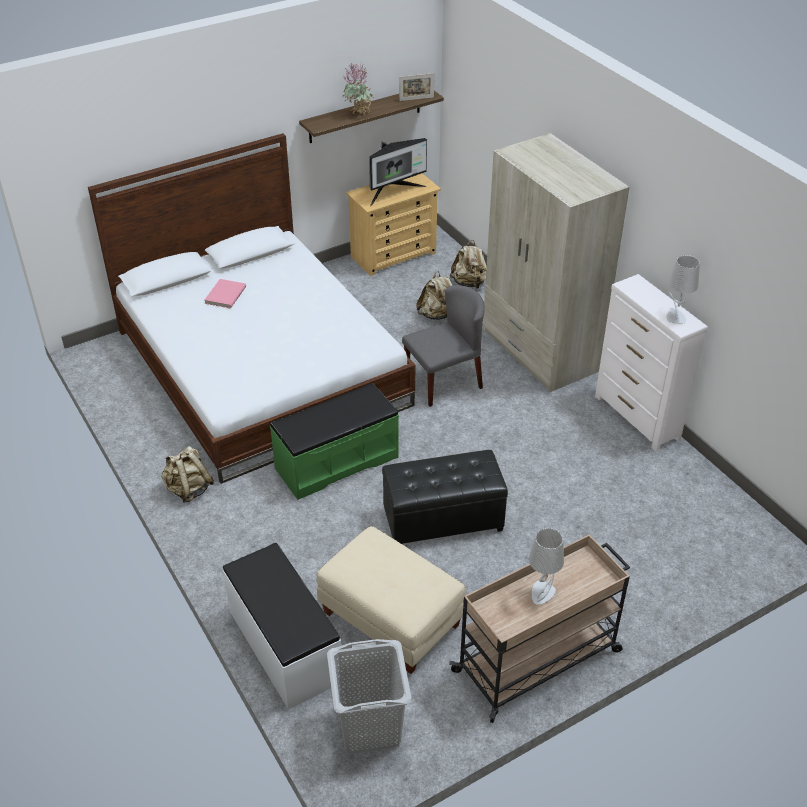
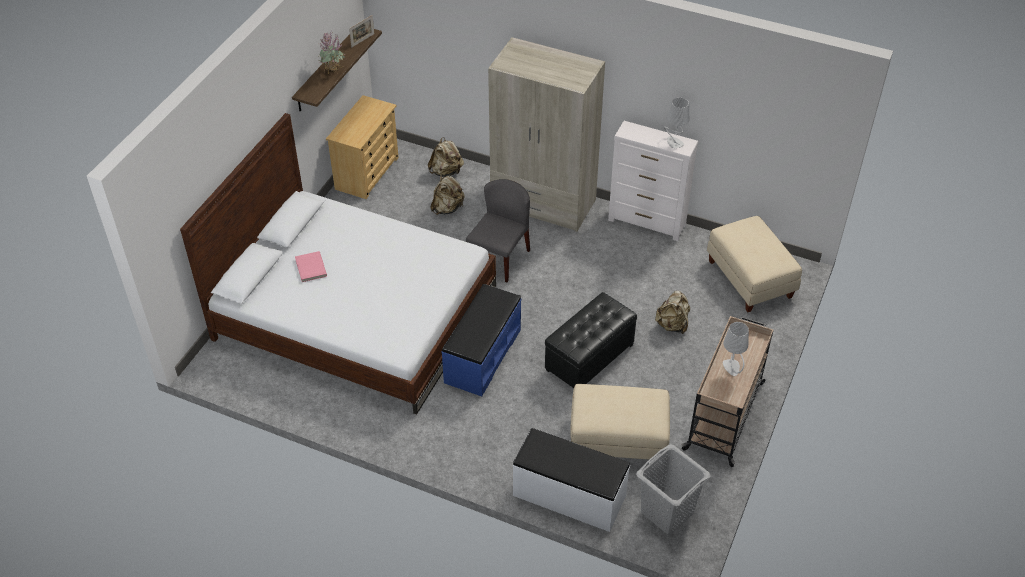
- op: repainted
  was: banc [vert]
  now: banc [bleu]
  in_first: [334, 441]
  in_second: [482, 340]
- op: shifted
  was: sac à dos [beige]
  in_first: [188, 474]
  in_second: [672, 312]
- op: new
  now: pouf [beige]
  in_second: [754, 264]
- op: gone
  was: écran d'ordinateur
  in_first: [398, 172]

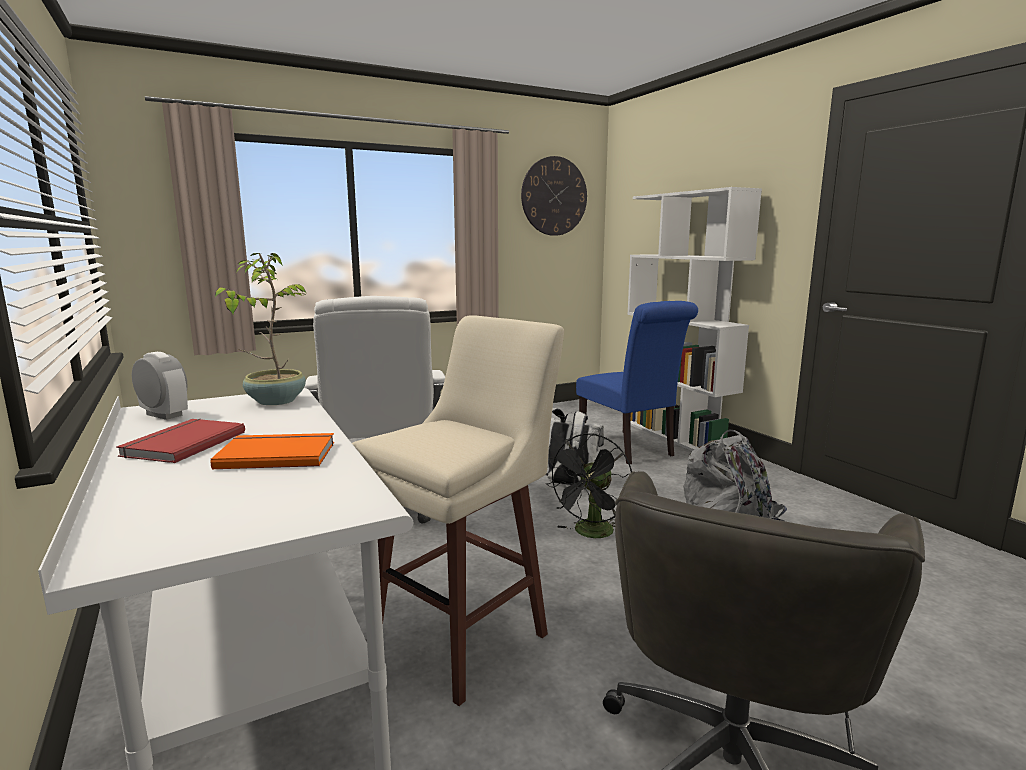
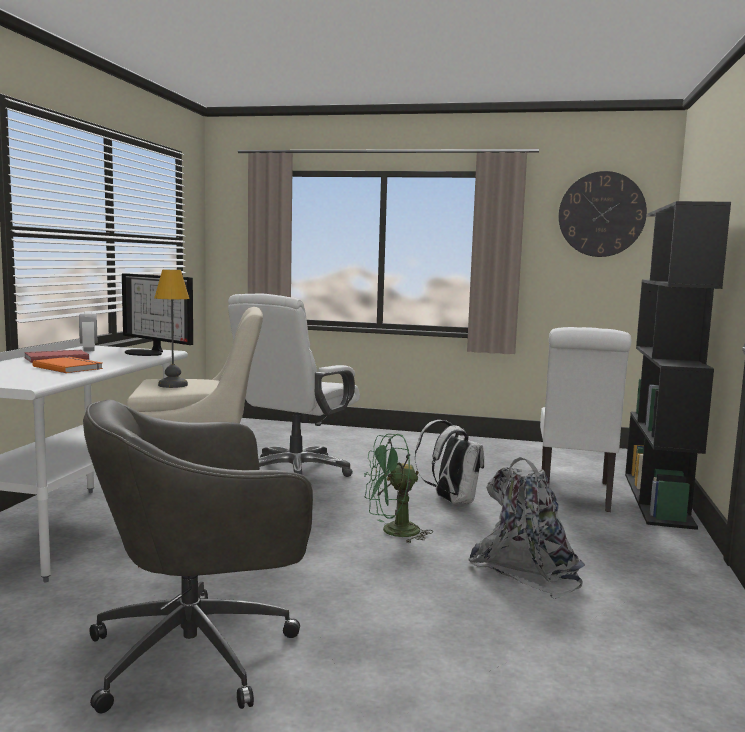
- op: swapped
  was: plante en pot
  now: écran d'ordinateur
  in_first: [260, 329]
  in_second: [157, 314]
- op: new
  now: lampe de table
  in_second: [171, 328]
- op: repainted
  was: ventilateur [noir]
  now: ventilateur [vert]
  in_first: [588, 485]
  in_second: [398, 489]
- op: repainted
  was: chaise [bleu]
  now: chaise [blanc]
  in_first: [637, 383]
  in_second: [586, 419]
- op: repainted
  was: bibliothèque [blanc]
  now: bibliothèque [noir]
  in_first: [694, 319]
  in_second: [678, 365]

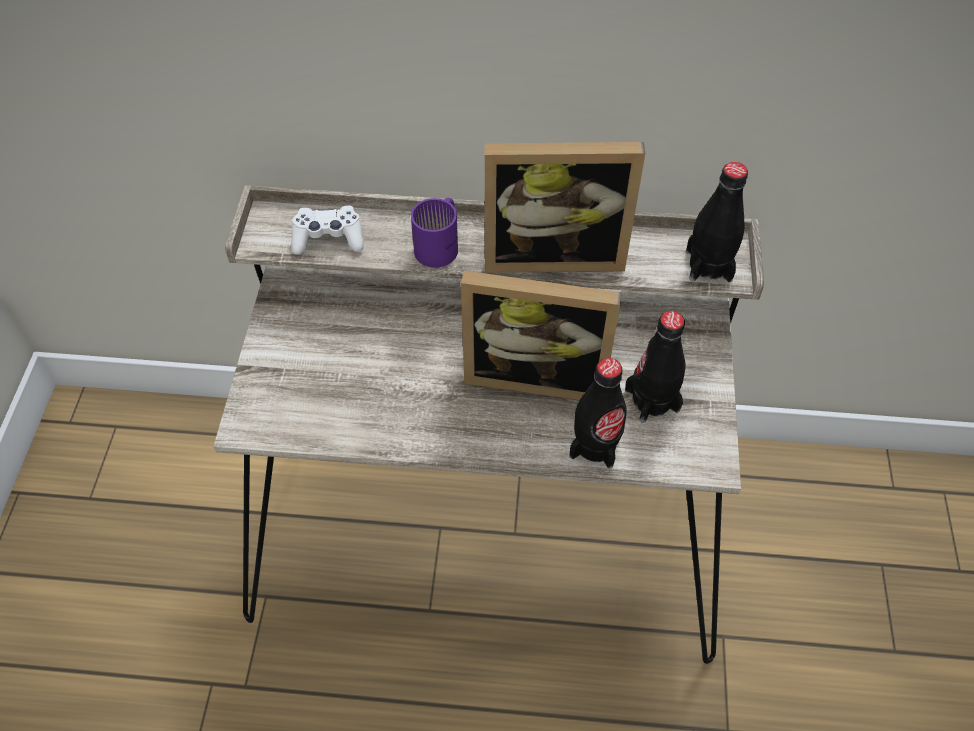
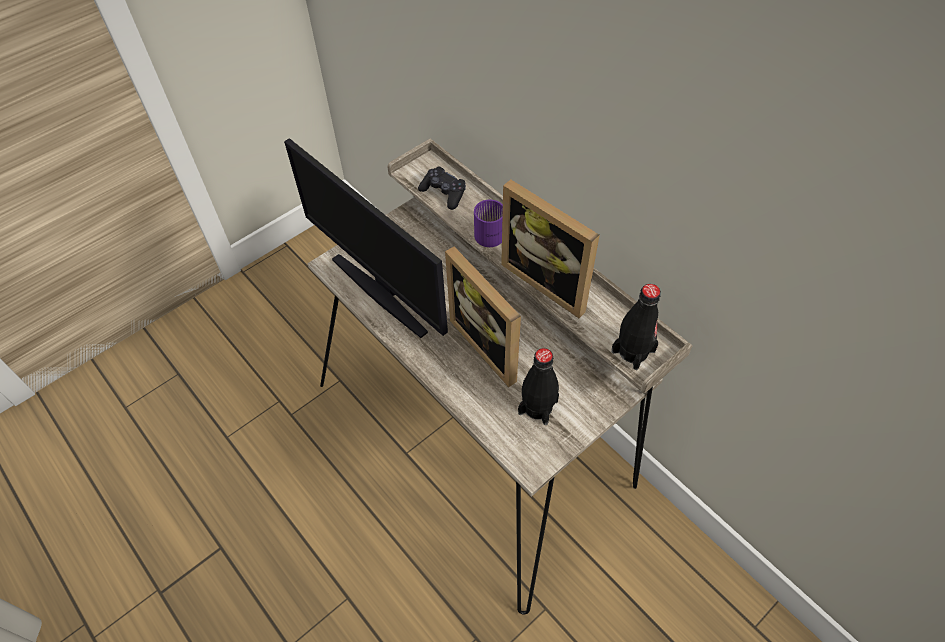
- op: new
  now: écran d'ordinateur
  in_second: [366, 238]
- op: repainted
  was: manette [blanc]
  now: manette [noir]
  in_first: [327, 230]
  in_second: [442, 188]
- op: gone
  was: bouteille [noir]
  in_first: [598, 413]

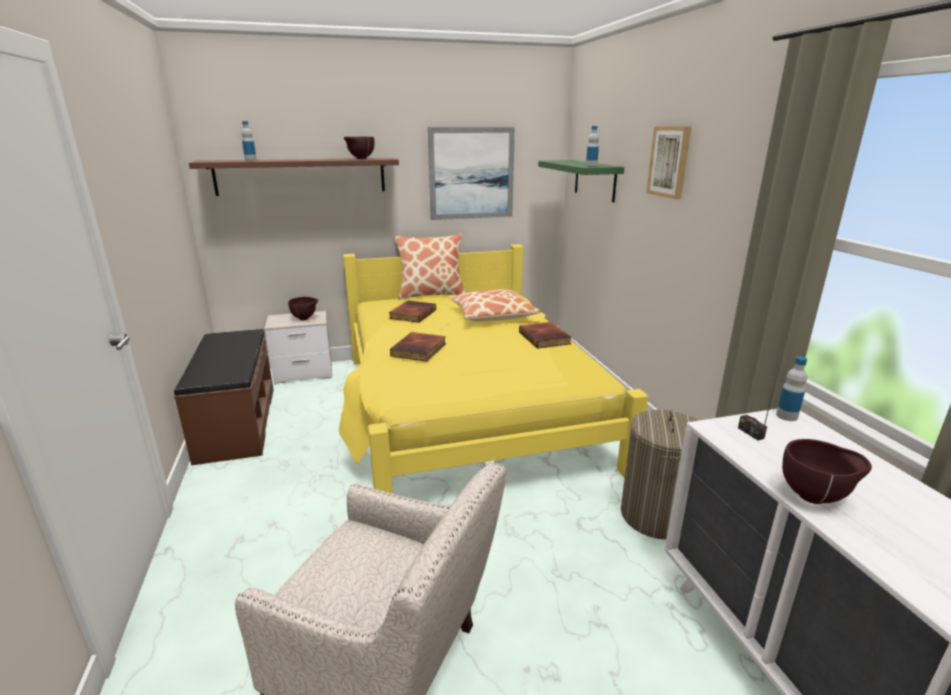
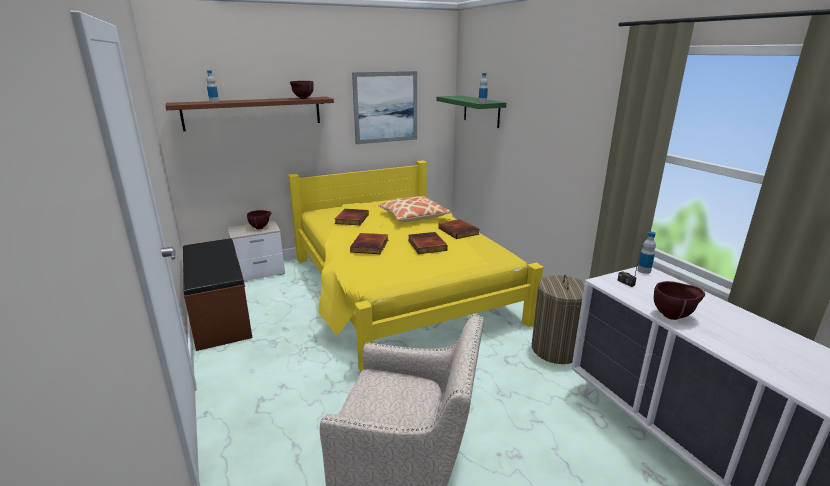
- op: new
  now: livre
  in_second: [427, 243]
- op: gone
  was: coussin
  in_first: [430, 266]
- op: gone
  was: tableau
  in_first: [668, 162]

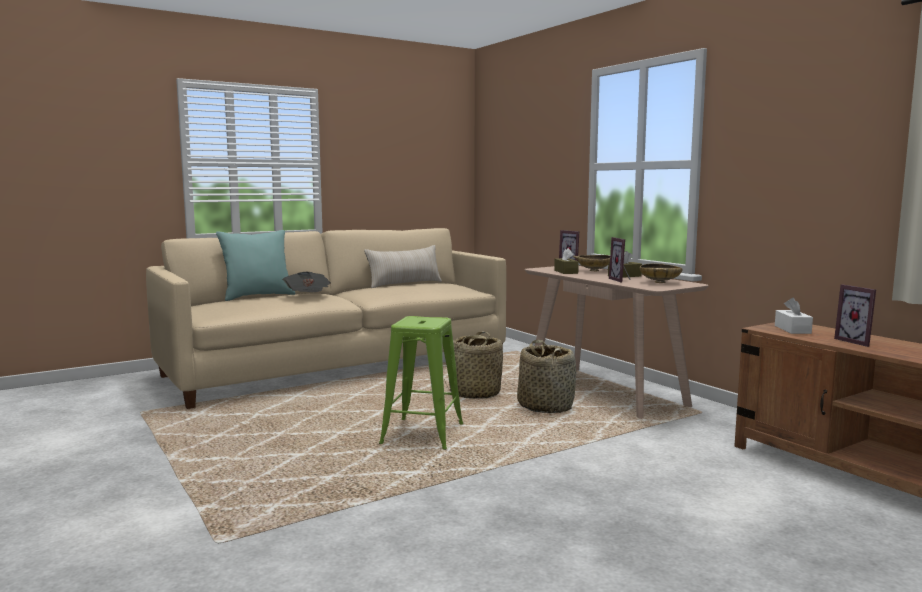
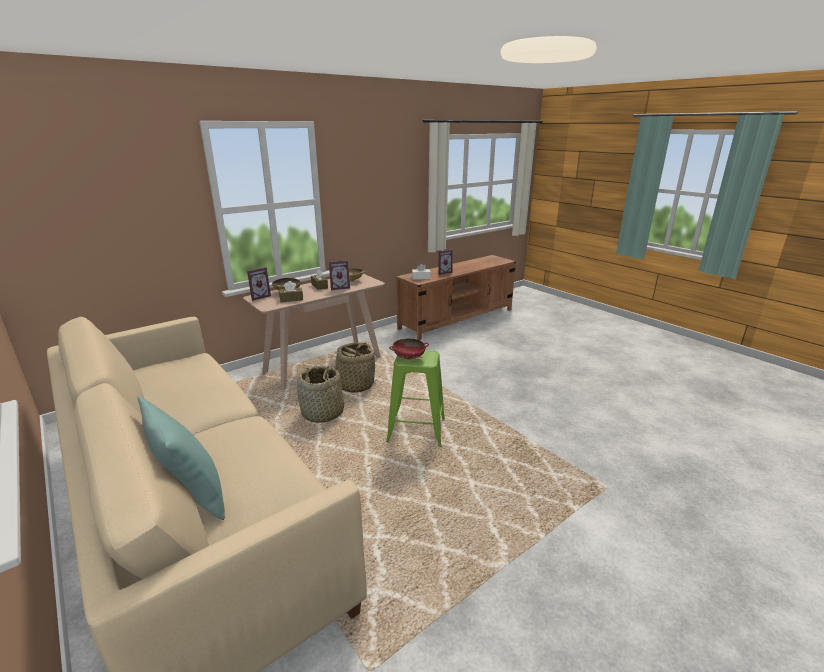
- op: new
  now: bol [rouge]
  in_second: [409, 348]
- op: gone
  was: journal
  in_first: [306, 282]
- op: gone
  was: coussin [beige]
  in_first: [403, 266]

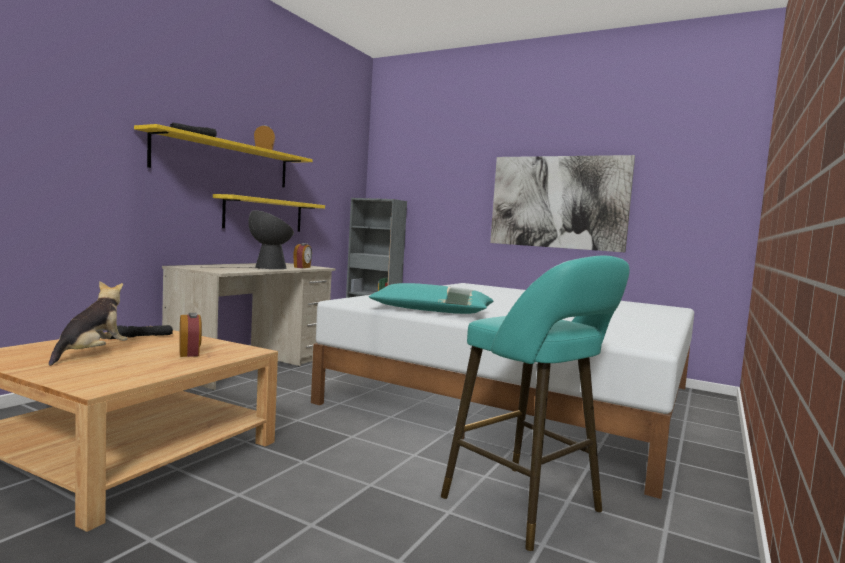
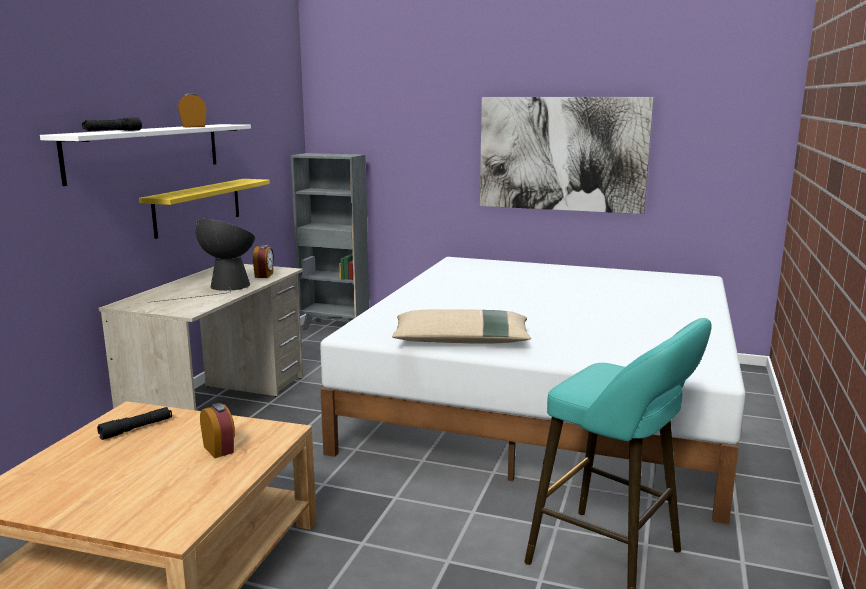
- op: repainted
  was: étagère [jaune]
  now: étagère [blanc]
  in_first: [223, 155]
  in_second: [145, 155]
- op: repainted
  was: coussin [turquoise]
  now: coussin [beige]
  in_first: [431, 298]
  in_second: [461, 326]
- op: gone
  was: peluche
  in_first: [88, 323]

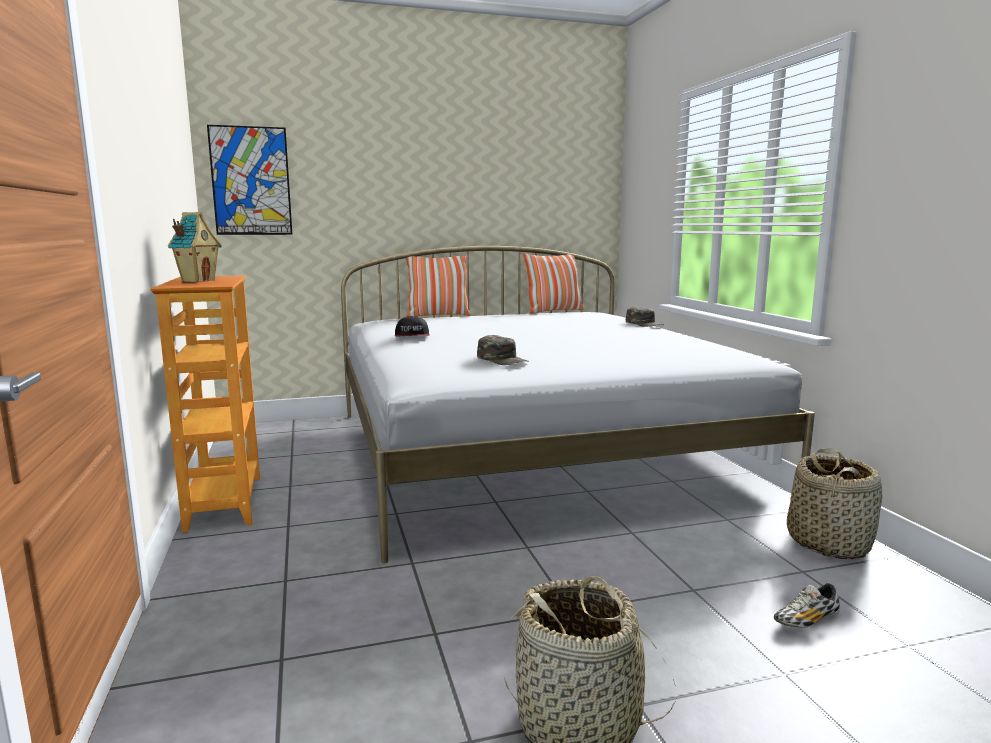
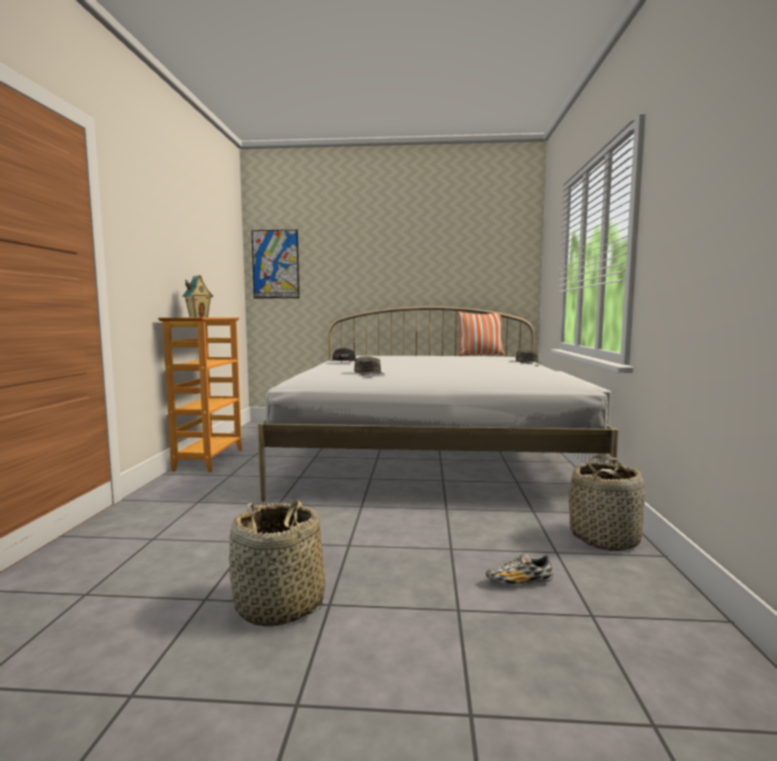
- op: gone
  was: coussin
  in_first: [438, 286]

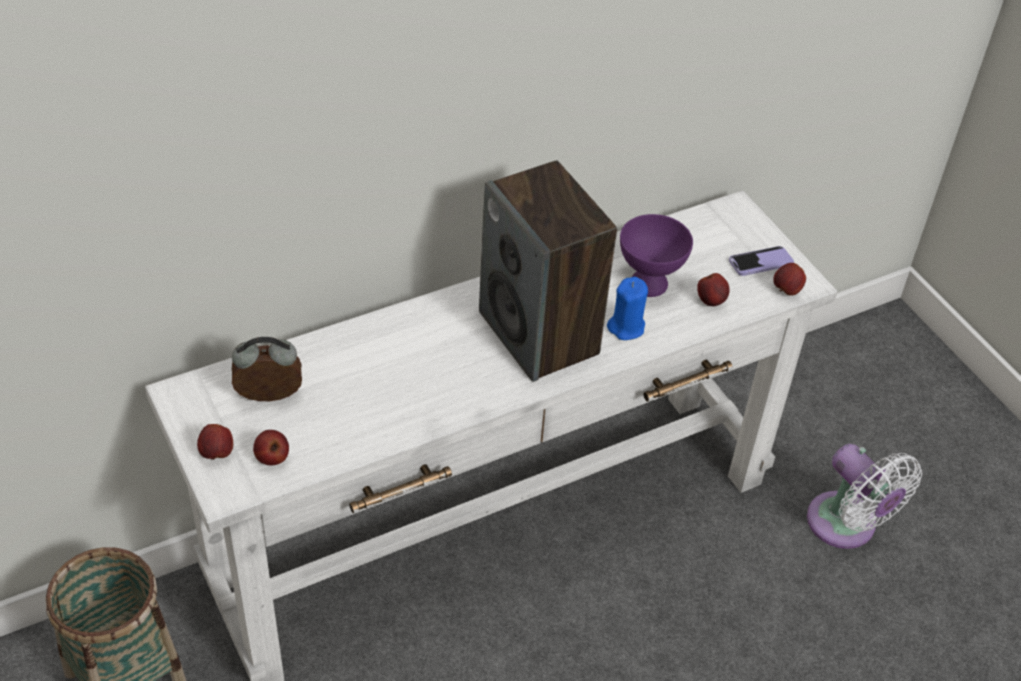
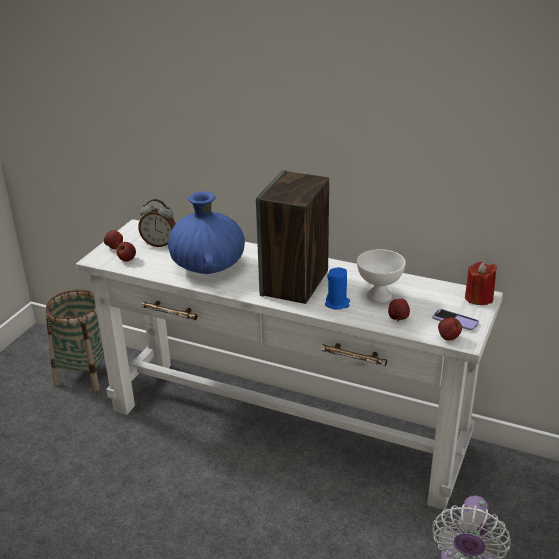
- op: rotated
  was: réveil
  in_first: [267, 369]
  in_second: [157, 223]
  clockwise: 150
- op: new
  now: vase [bleu]
  in_second: [206, 232]
- op: repainted
  was: bol [violet]
  now: bol [blanc]
  in_first: [656, 255]
  in_second: [381, 276]
- op: new
  now: bougie [rouge]
  in_second: [481, 283]

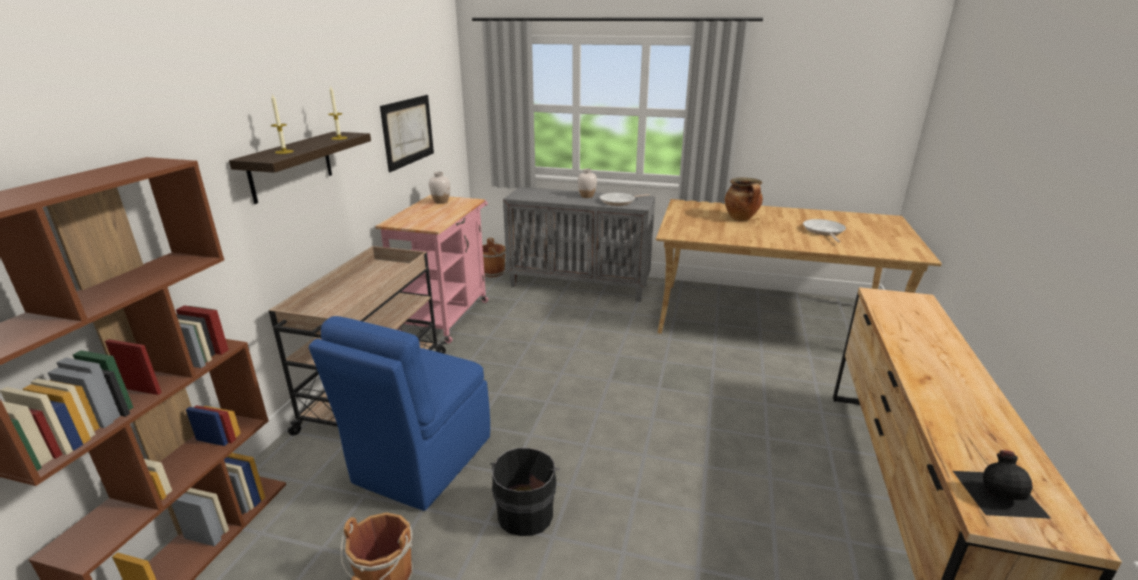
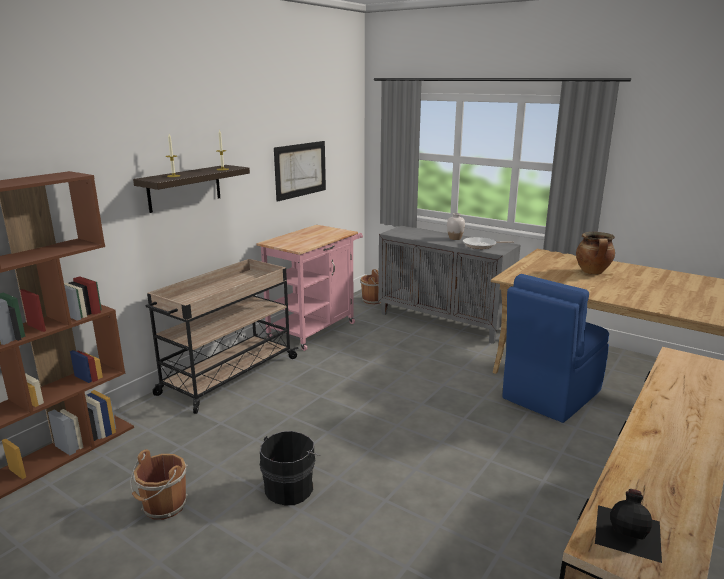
- op: shifted
  was: chaise [bleu]
  in_first: [399, 413]
  in_second: [555, 348]
- op: gone
  was: vase [blanc]
  in_first: [439, 188]
- op: gone
  was: poêle
  in_first: [824, 230]

